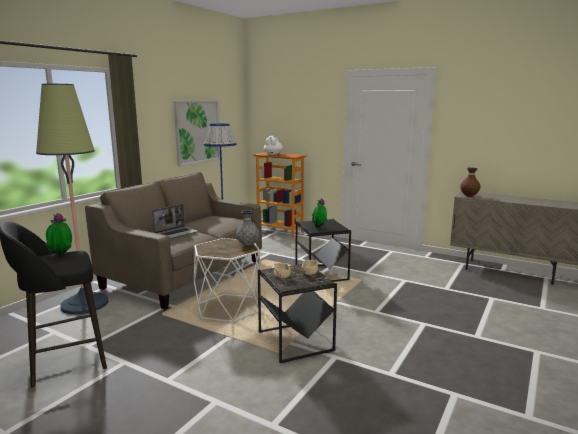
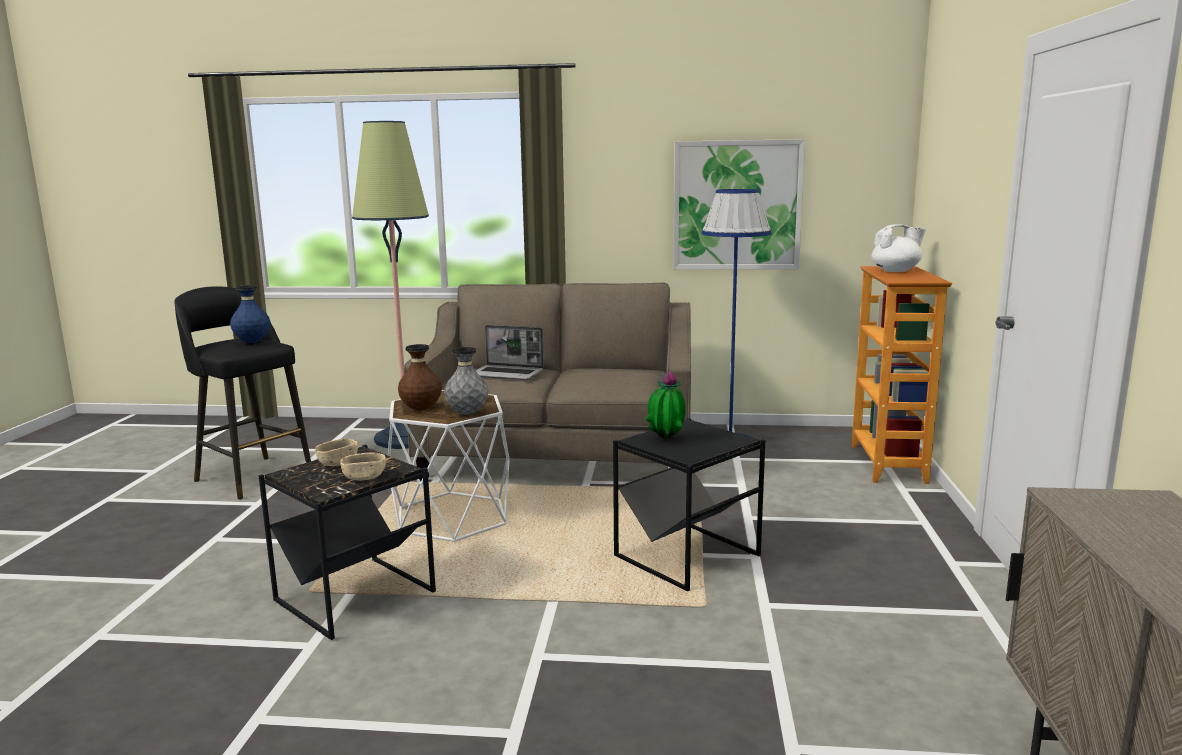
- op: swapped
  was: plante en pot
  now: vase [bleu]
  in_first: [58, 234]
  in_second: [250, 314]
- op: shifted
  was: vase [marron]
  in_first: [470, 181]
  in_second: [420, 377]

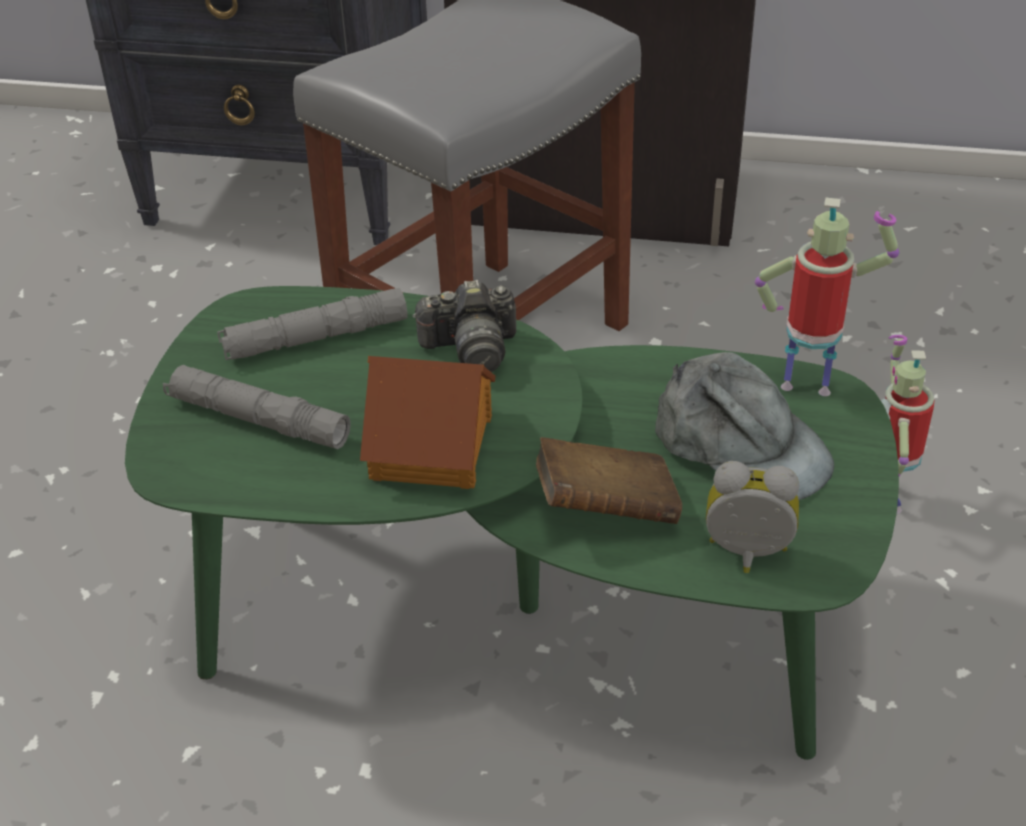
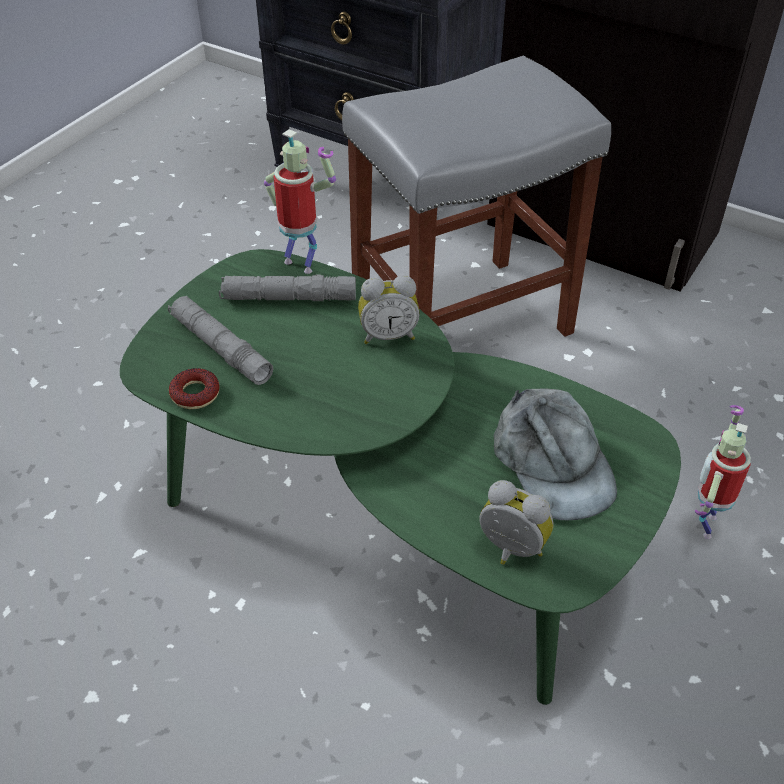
- op: new
  now: beignet
  in_second: [194, 388]
- op: shifted
  was: robot jouet
  in_first: [827, 296]
  in_second: [300, 201]
- op: swapped
  was: appareil photo
  now: réveil
  in_first: [464, 326]
  in_second: [389, 309]
- op: gone
  was: maison miniature
  in_first: [428, 422]
- op: gone
  was: livre [marron]
  in_first: [609, 480]

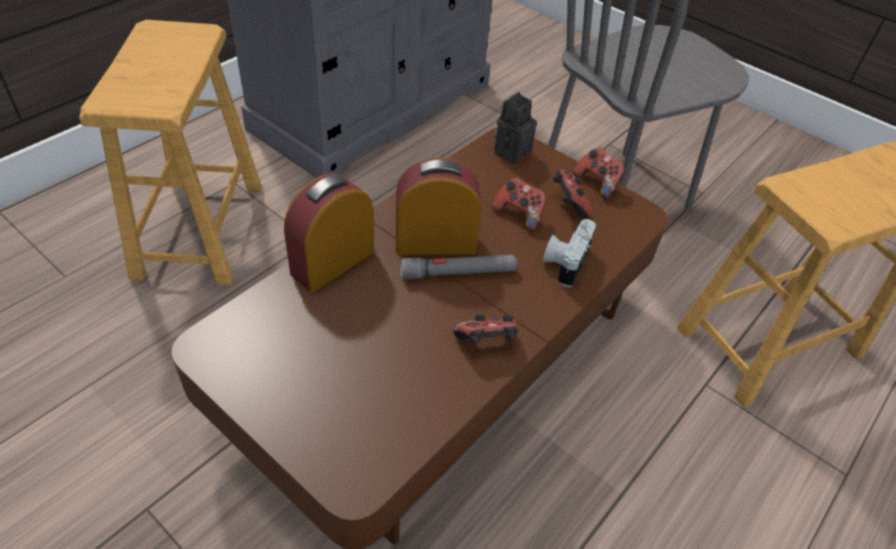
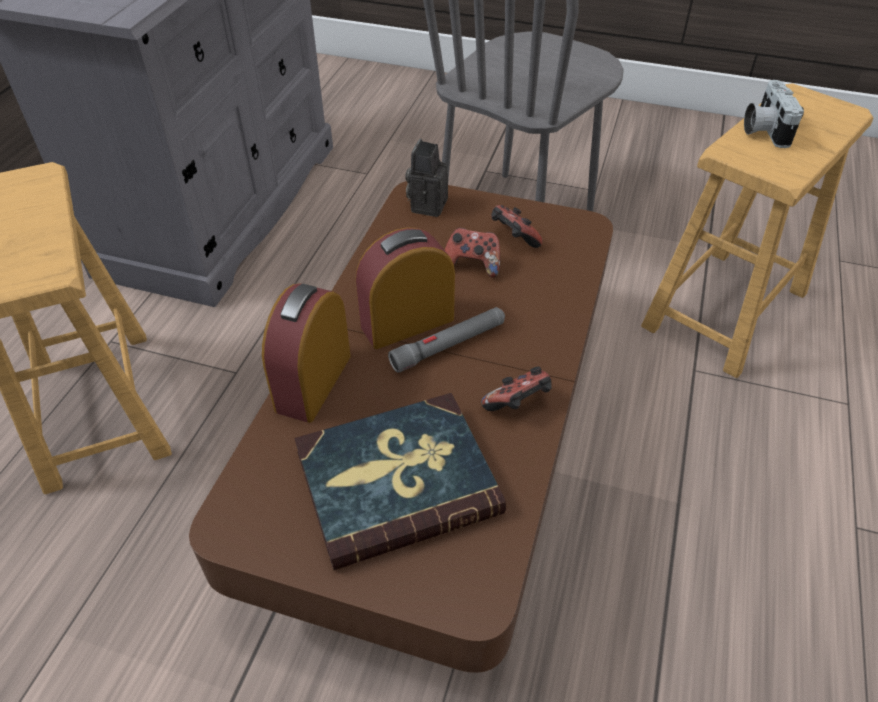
- op: new
  now: livre
  in_second: [400, 481]
- op: shifted
  was: appareil photo
  in_first: [569, 253]
  in_second: [774, 114]
- op: gone
  was: manette
  in_first: [599, 173]

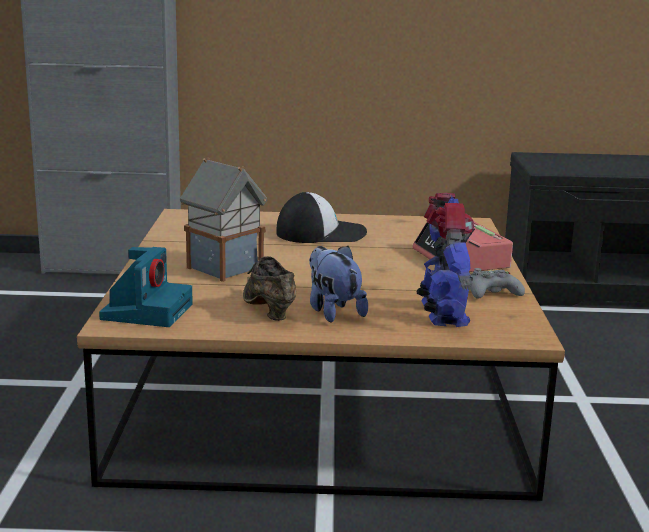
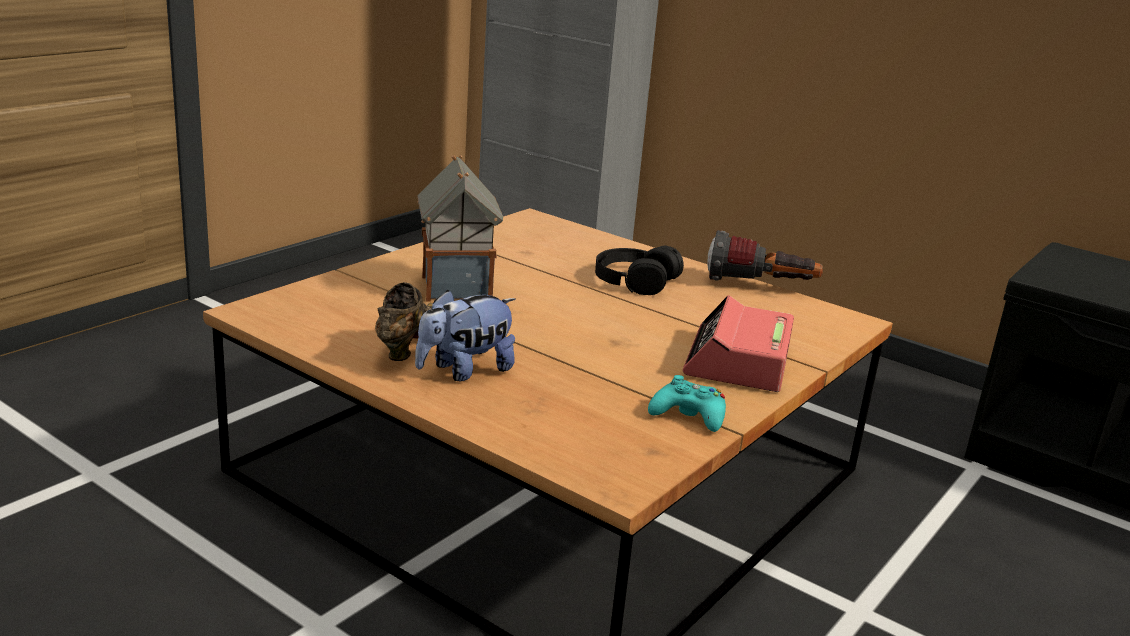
- op: rotated
  was: peluche
  in_first: [338, 284]
  in_second: [465, 335]
  clockwise: -135
- op: swapped
  was: casquette
  now: casque audio [noir]
  in_first: [321, 217]
  in_second: [639, 270]
- op: repainted
  was: manette [gris]
  now: manette [turquoise]
  in_first: [497, 283]
  in_second: [687, 403]
- op: new
  now: lampe de poche
  in_second: [765, 255]
- op: gone
  was: appareil photo
  in_first: [146, 287]
- op: gone
  was: robot jouet
  in_first: [446, 260]

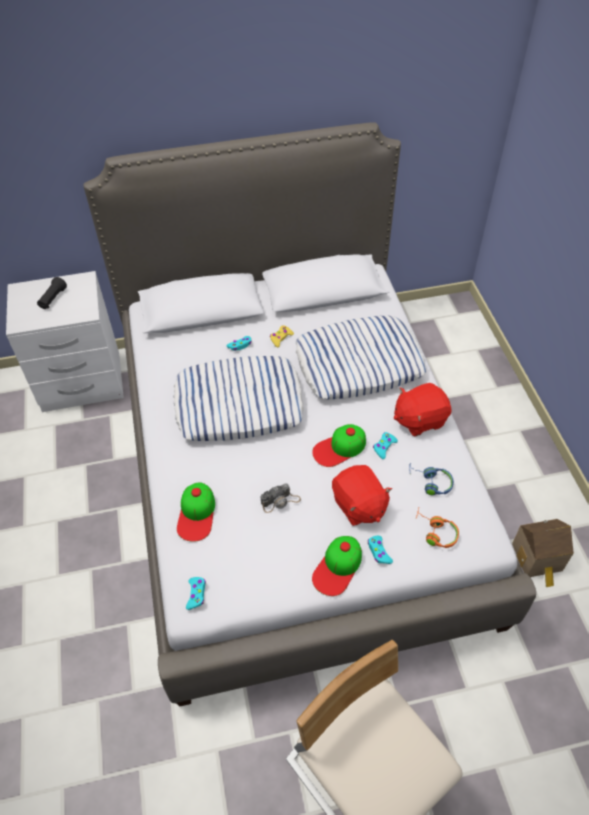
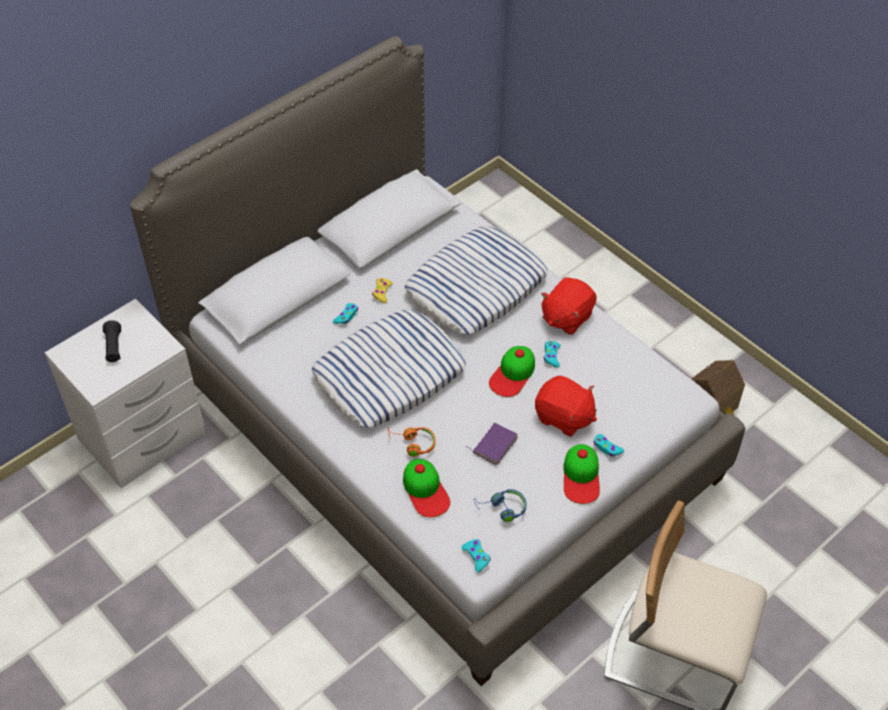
- op: shifted
  was: casque audio [orange]
  in_first: [437, 528]
  in_second: [411, 442]
- op: swapped
  was: appareil photo
  now: livre [violet]
  in_first: [280, 498]
  in_second: [491, 444]
- op: shifted
  was: casque audio [bleu]
  in_first: [431, 479]
  in_second: [500, 505]

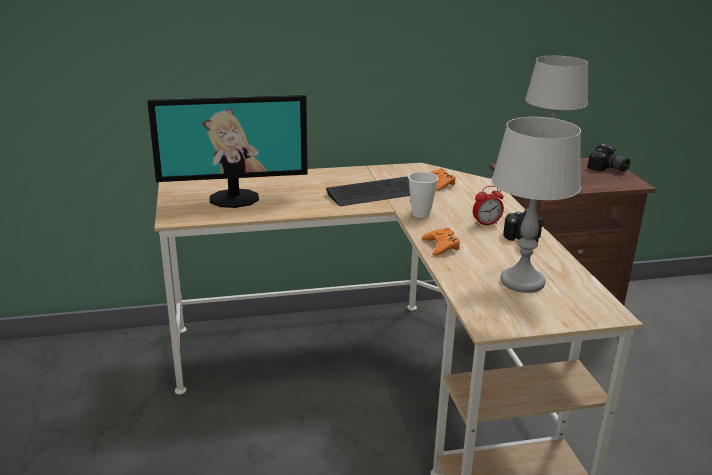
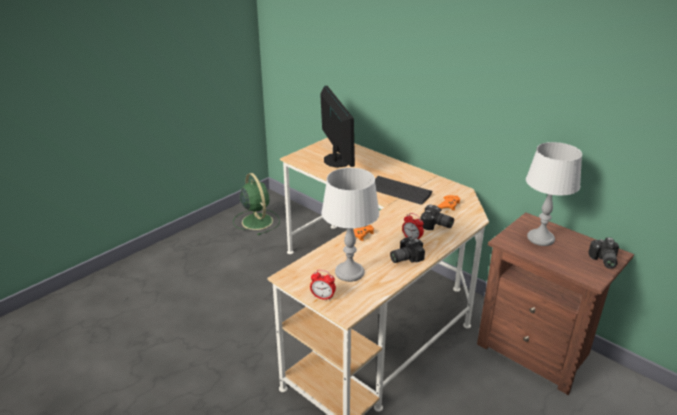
- op: new
  now: ventilateur [vert]
  in_second: [256, 204]
- op: new
  now: réveil
  in_second: [323, 285]
- op: rotated
  was: écran d'ordinateur
  in_first: [227, 151]
  in_second: [337, 127]
  clockwise: -150
- op: new
  now: appareil photo
  in_second: [437, 217]
- op: gone
  was: tasse
  in_first: [423, 195]

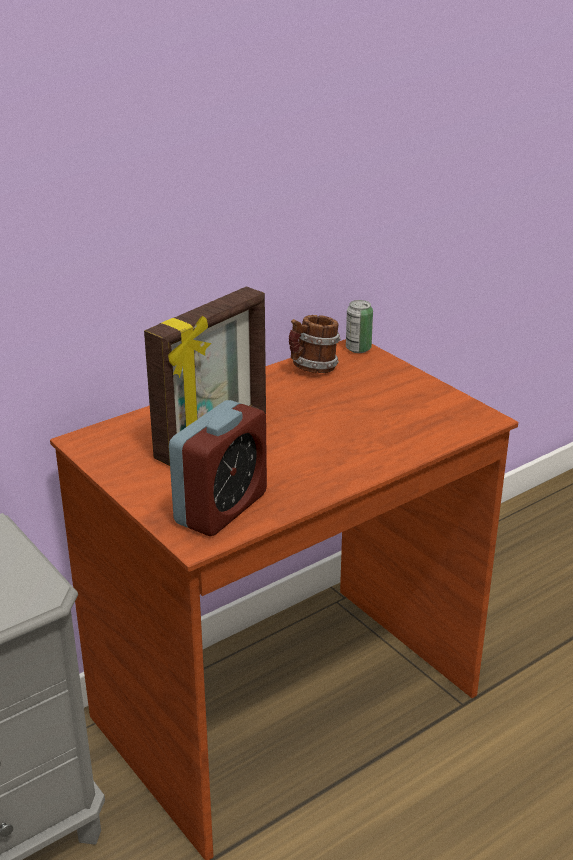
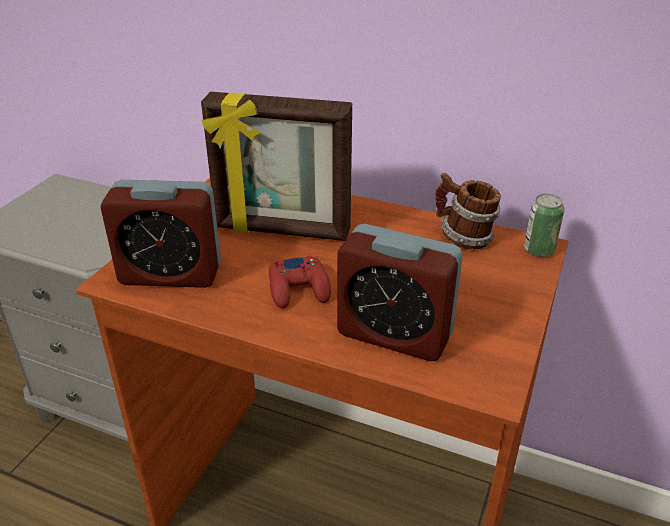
- op: new
  now: manette [rouge]
  in_second: [300, 282]
- op: new
  now: réveil
  in_second: [400, 292]

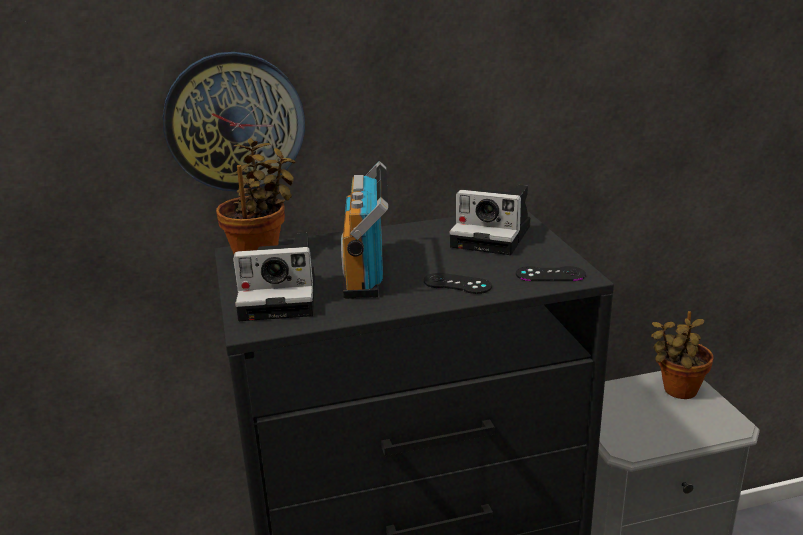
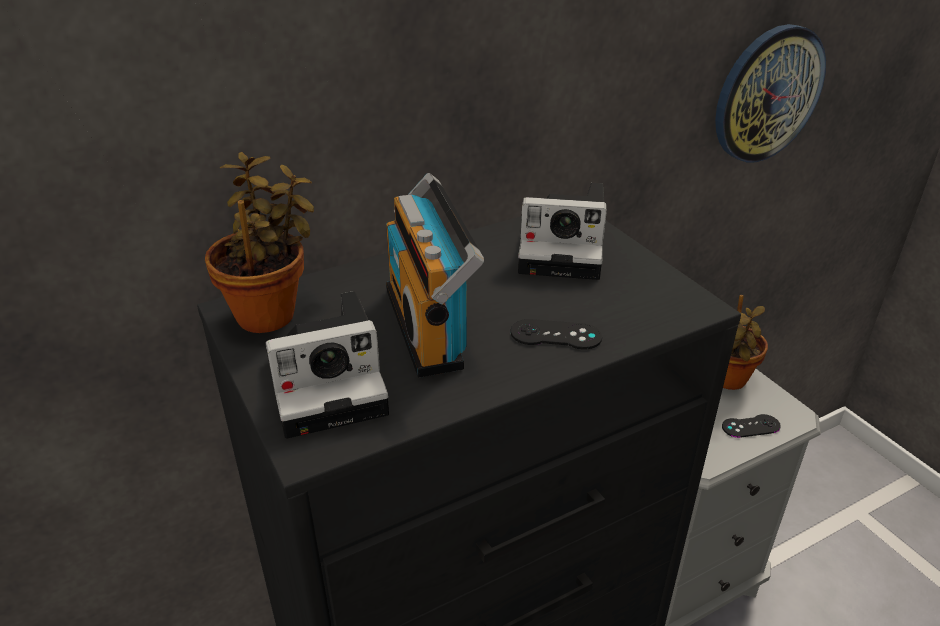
- op: shifted
  was: horloge murale
  in_first: [234, 122]
  in_second: [770, 93]
- op: shifted
  was: manette [noir]
  in_first: [551, 273]
  in_second: [751, 426]

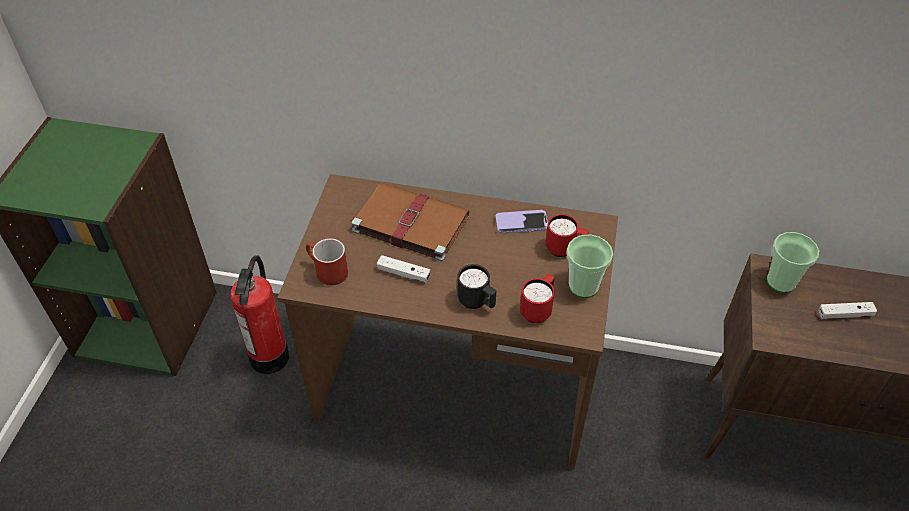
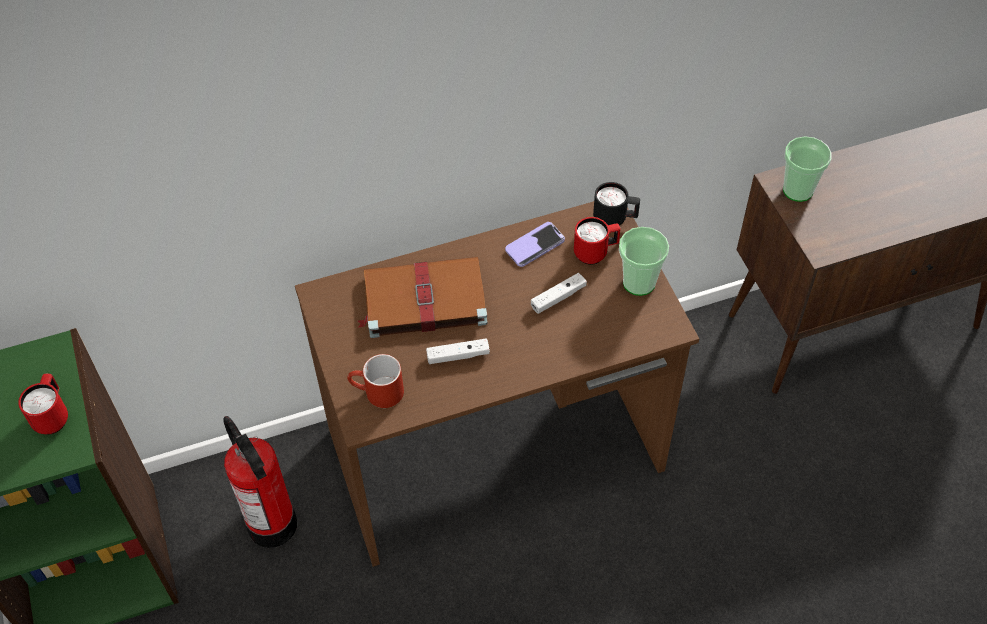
- op: shifted
  was: mug [rouge]
  in_first: [537, 298]
  in_second: [43, 404]
- op: shifted
  was: manette [blanc]
  in_first: [848, 310]
  in_second: [559, 293]
- op: shifted
  was: mug [noir]
  in_first: [476, 286]
  in_second: [616, 204]

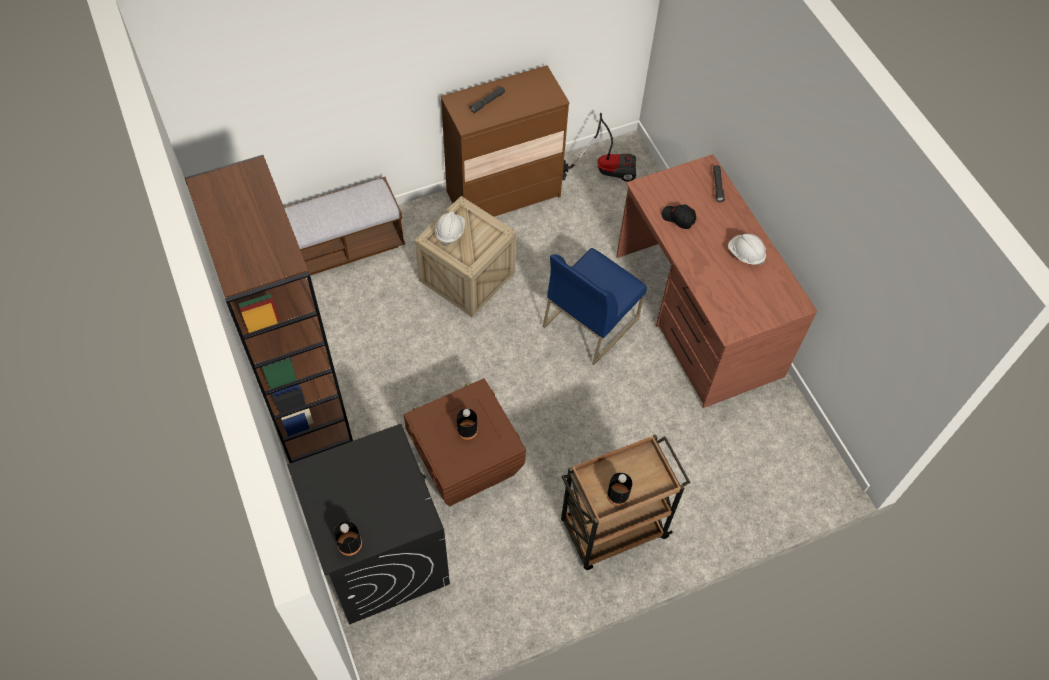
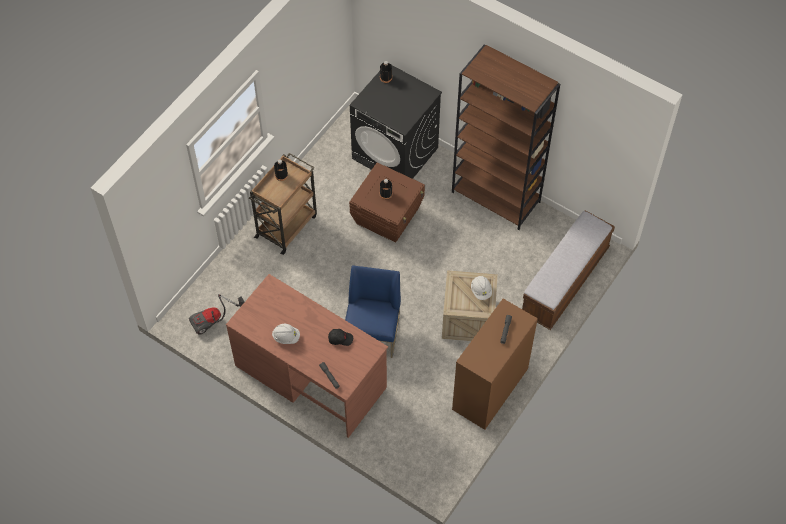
- op: shifted
  was: aspirateur
  in_first: [599, 147]
  in_second: [216, 314]

